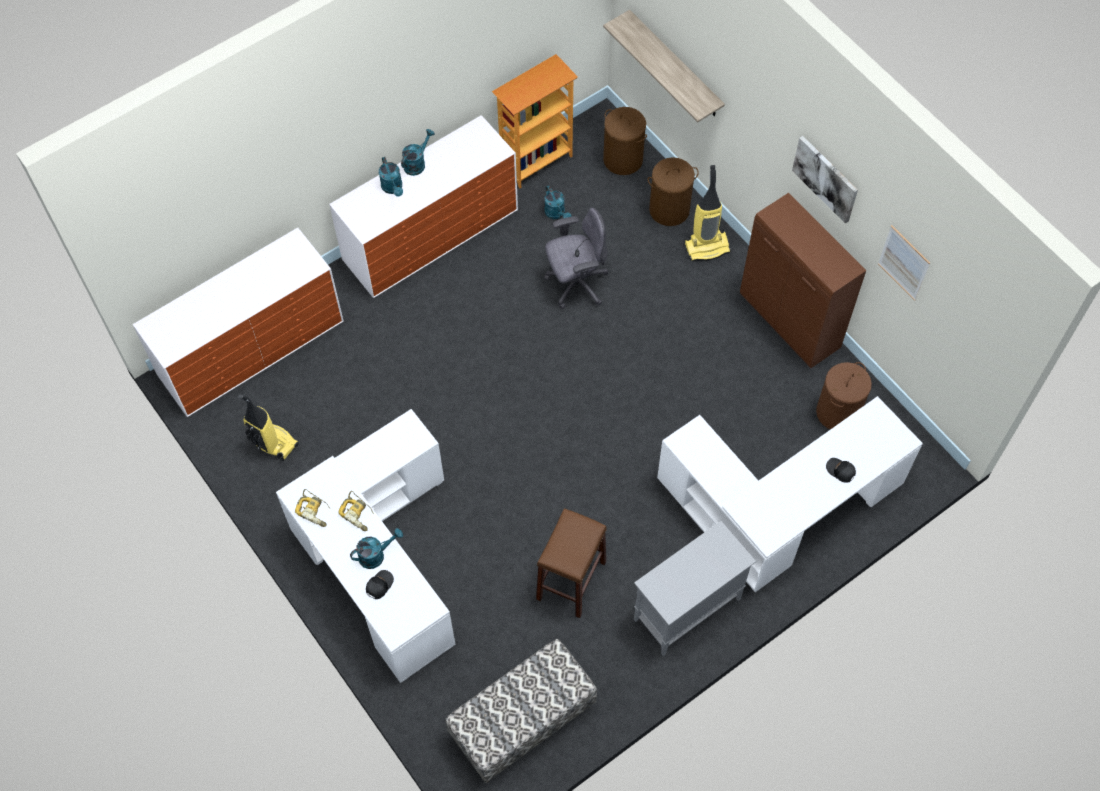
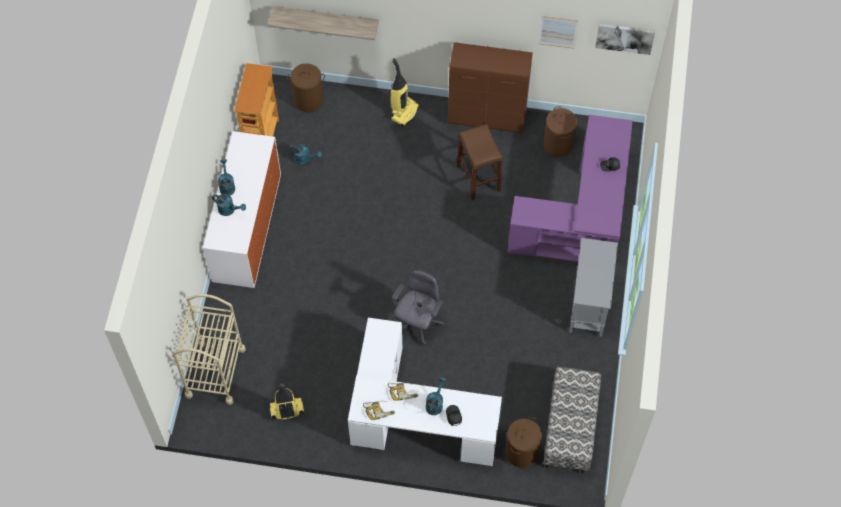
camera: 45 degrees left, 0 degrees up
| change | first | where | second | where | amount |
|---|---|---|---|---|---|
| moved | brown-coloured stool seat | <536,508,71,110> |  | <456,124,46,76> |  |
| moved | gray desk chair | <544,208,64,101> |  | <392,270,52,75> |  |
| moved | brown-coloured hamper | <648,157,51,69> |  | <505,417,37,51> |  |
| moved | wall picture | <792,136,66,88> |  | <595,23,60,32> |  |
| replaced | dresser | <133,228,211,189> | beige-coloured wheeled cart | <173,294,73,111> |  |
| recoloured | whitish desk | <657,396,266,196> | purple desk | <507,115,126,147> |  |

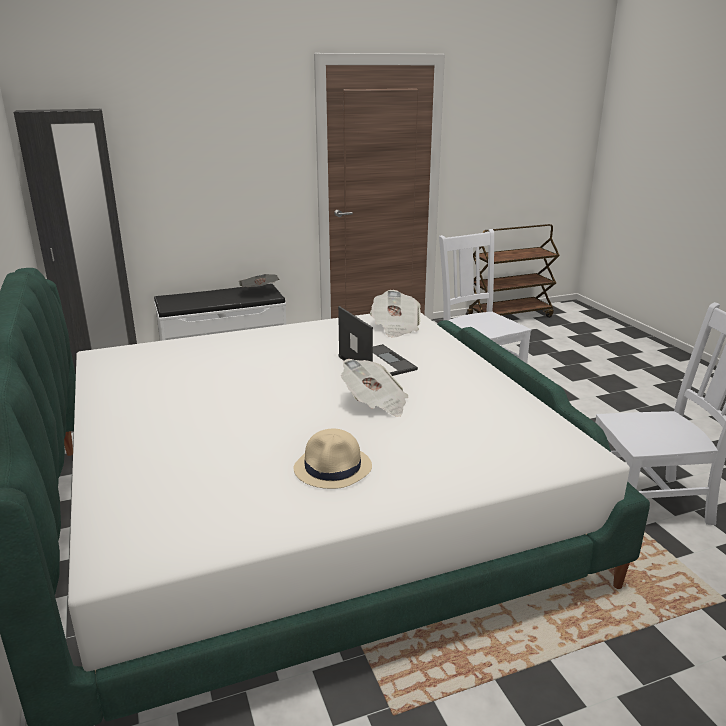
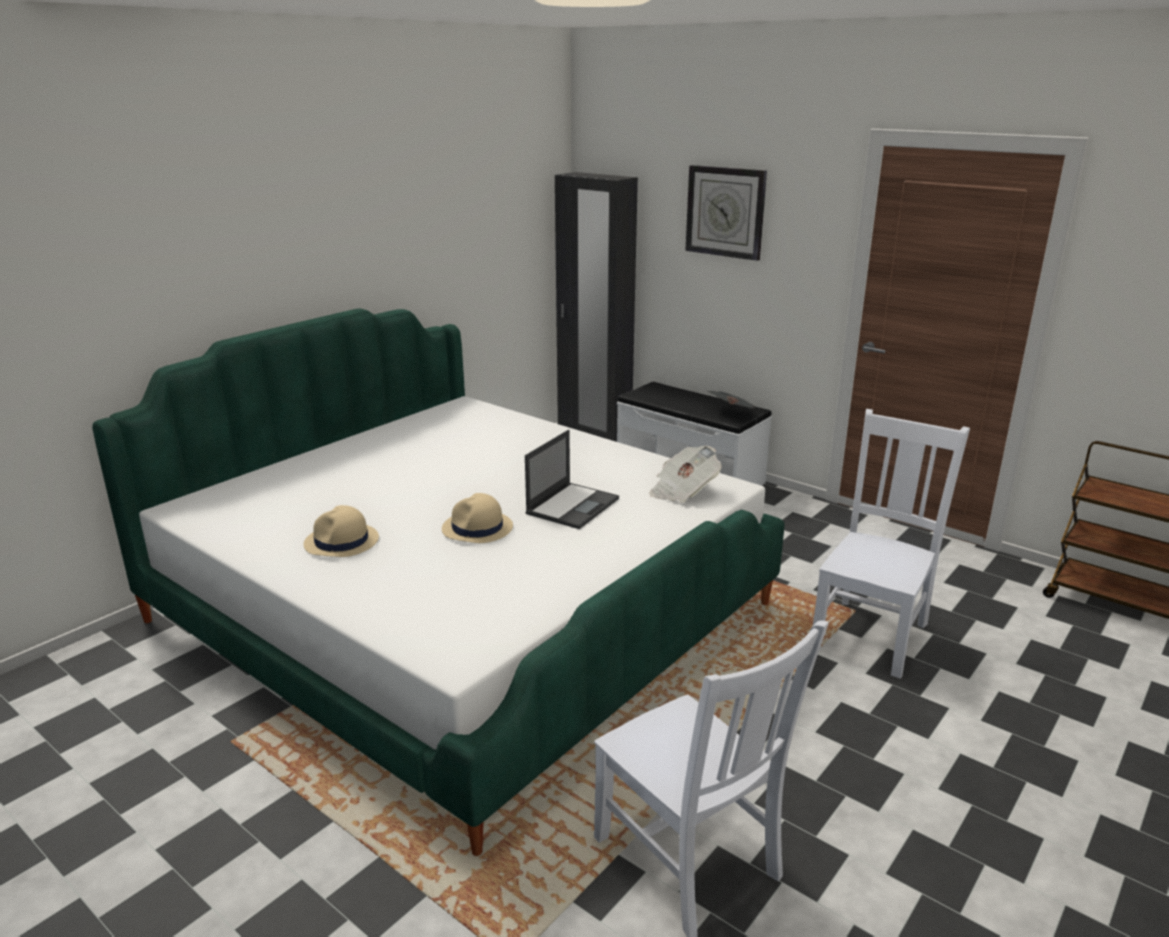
camera: 60 degrees right, 0 degrees up
| change | first | where | second | where | amount |
|---|---|---|---|---|---|
| added |  |  | wall clock | <685,165,82,96> |  |
| replaced | daily paper | <341,359,67,58> | beige-coloured wearable hat | <442,493,71,50> |  |

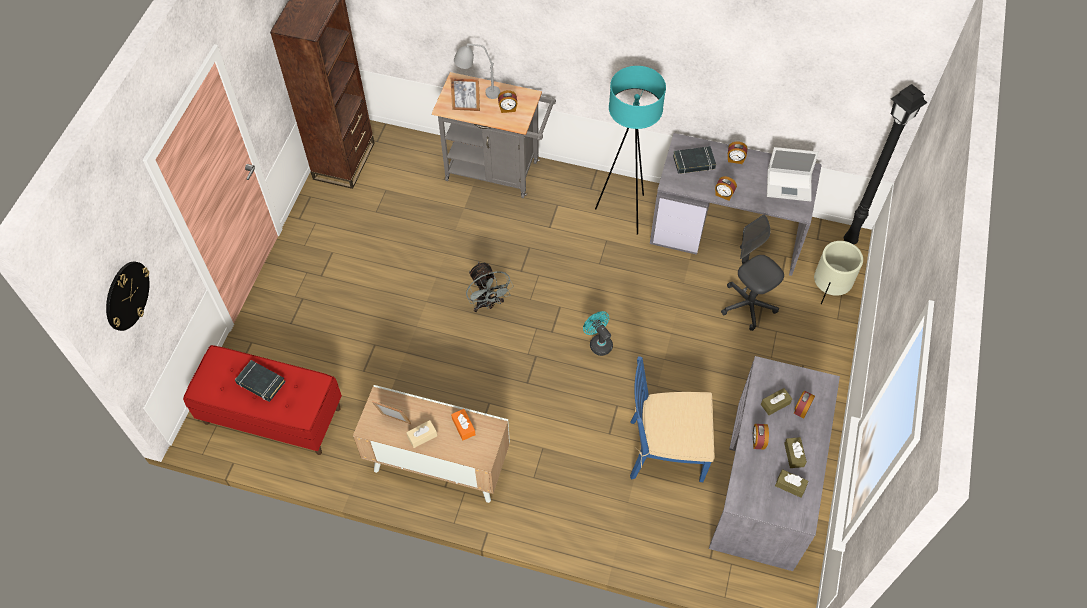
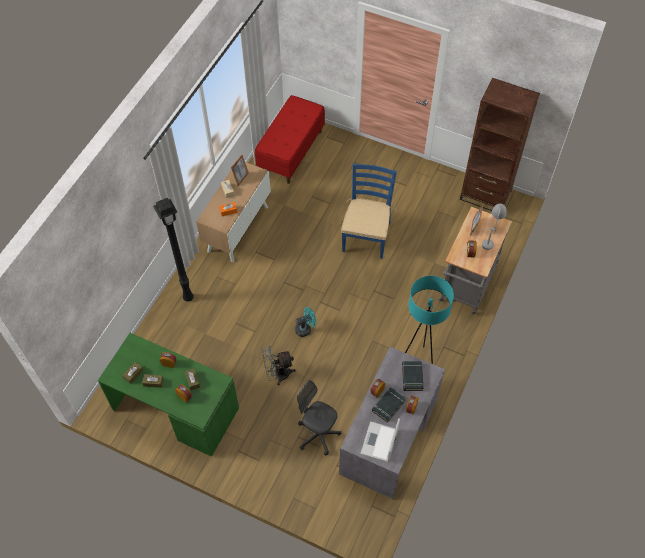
camera: 100 degrees right, 0 degrees up
| change | first | where | second | where | amount |
|---|---|---|---|---|---|
| removed | wall clock | <106,262,43,69> |  |  |  |
| removed | beige-coloured flower pot | <814,241,49,63> |  |  |  |
| moved | black-coloured volume | <235,360,51,42> |  | <372,387,34,36> |  |
| moved | gray electric fan | <466,262,47,50> |  | <262,345,34,41> |  |
| moved | blue-coloured chair | <630,356,84,126> |  | <341,163,56,96> |  |
| moved | black-coloured standard lamp | <844,84,84,160> |  | <153,198,41,104> |  |
| recoloured | gray desk | <709,356,131,215> | green desk | <98,333,141,124> |  |
| turned | gray desk chair | <721,215,63,116> |  | <297,380,44,75> | 120 degrees counterclockwise |

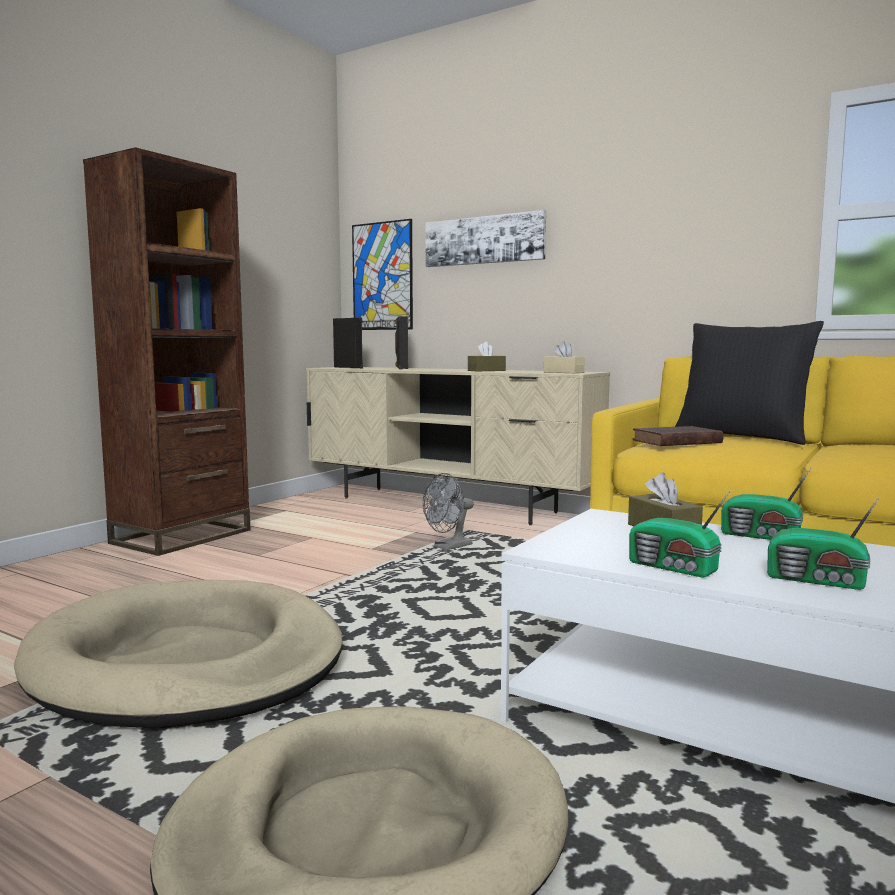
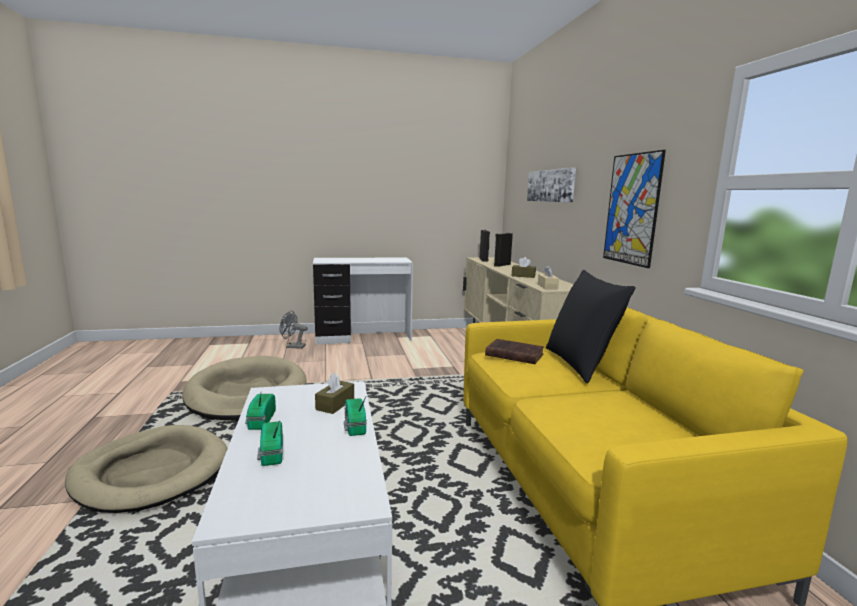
camera: 45 degrees right, 5 degrees up
| change | first | where | second | where | amount |
|---|---|---|---|---|---|
| moved | wall picture | <352,219,61,111> |  | <603,150,63,118> |  |
| moved | gray electric fan | <422,473,52,77> |  | <280,310,28,39> |  |
| replaced | brown-coloured bookcase | <83,147,167,409> | whitish desk | <313,258,100,87> |  |

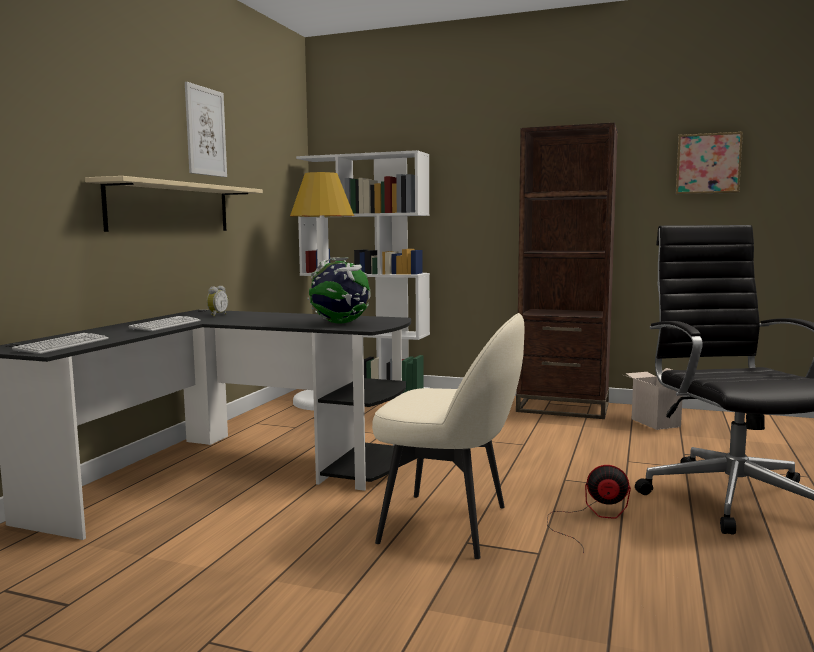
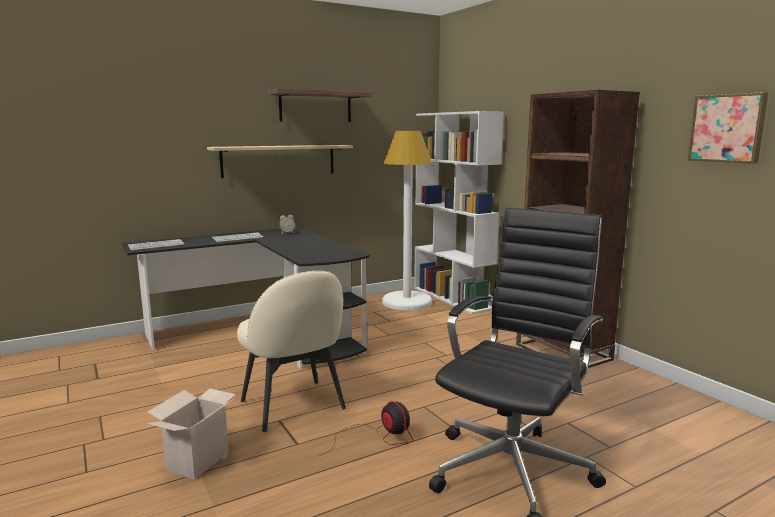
camera: 40 degrees right, 5 degrees up
| change | first | where | second | where | amount |
|---|---|---|---|---|---|
| removed | globe | <308,257,63,67> |  |  |  |
| moved | packing box | <624,368,59,62> |  | <147,389,89,90> |  |
| replaced | wall picture | <185,82,42,95> | wall shelf | <267,88,105,34> |  |

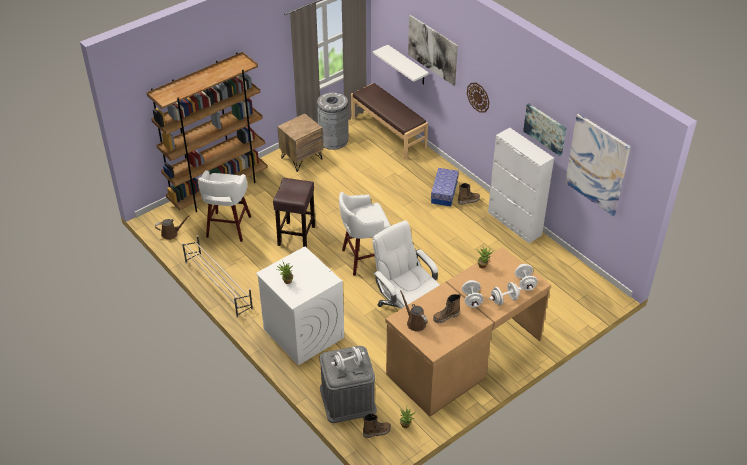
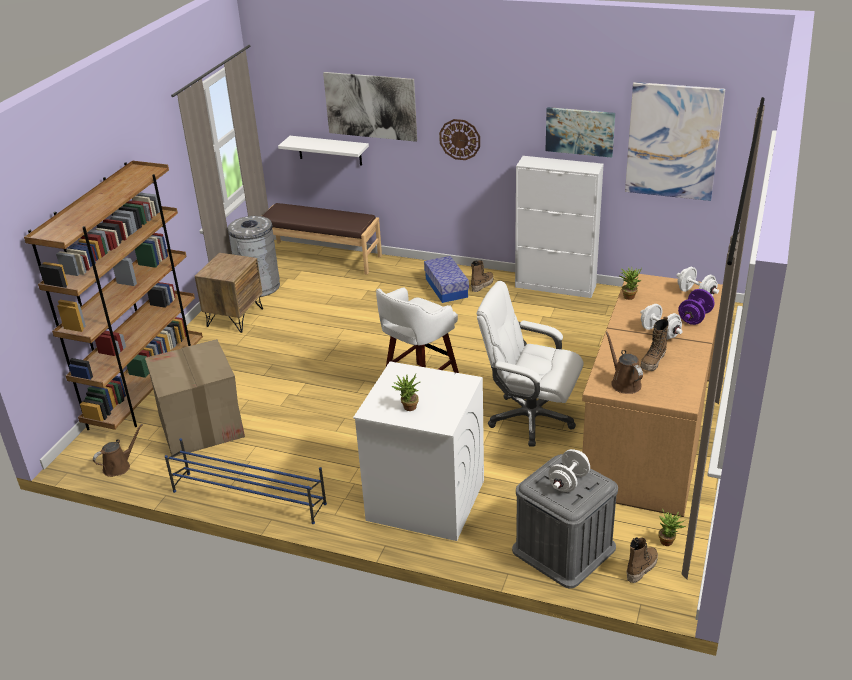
camera: 30 degrees left, 10 degrees down
| change | first | where | second | where | amount |
|---|---|---|---|---|---|
| removed | brown-coloured stool seat | <273,178,42,70> |  |  |  |
| replaced | whitish stool seat | <198,170,53,72> | packing box | <145,339,100,118> |  |
| recoloured | beige-coloured shoe shelf | <182,235,71,83> | blue-coloured shoe shelf | <165,438,162,86> |  |
| recoloured | whitish hand weight | <489,282,32,23> | purple hand weight | <678,289,37,36> |  |
| turned | brown-coloured watering can | <400,290,28,42> |  | <606,331,37,63> | 45 degrees clockwise |

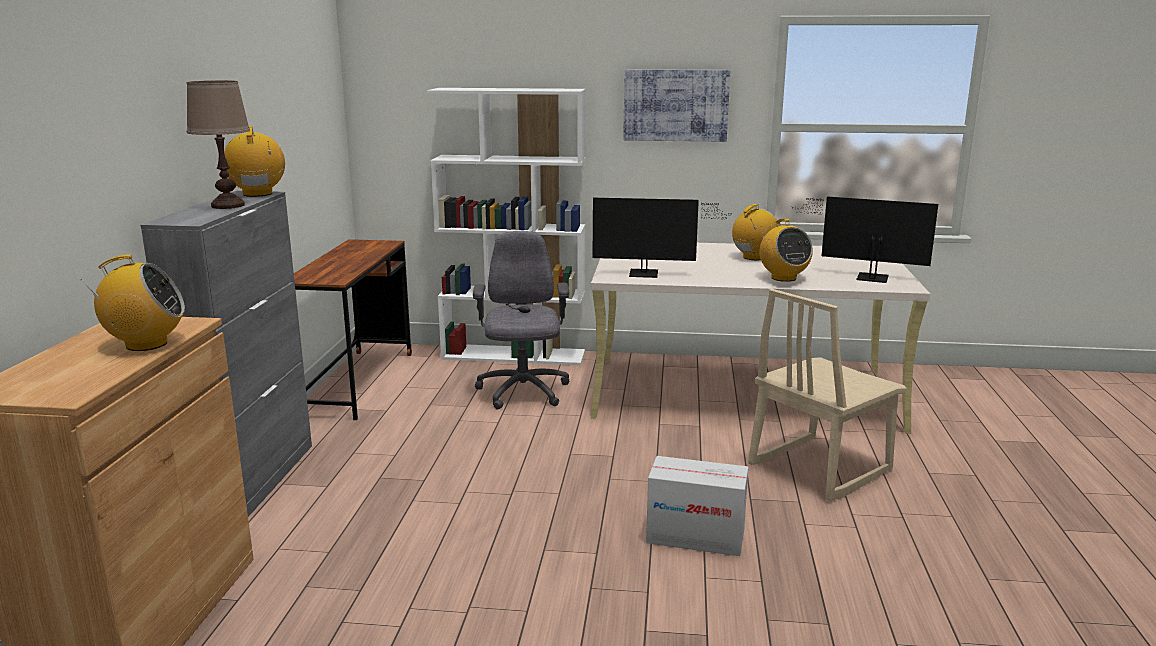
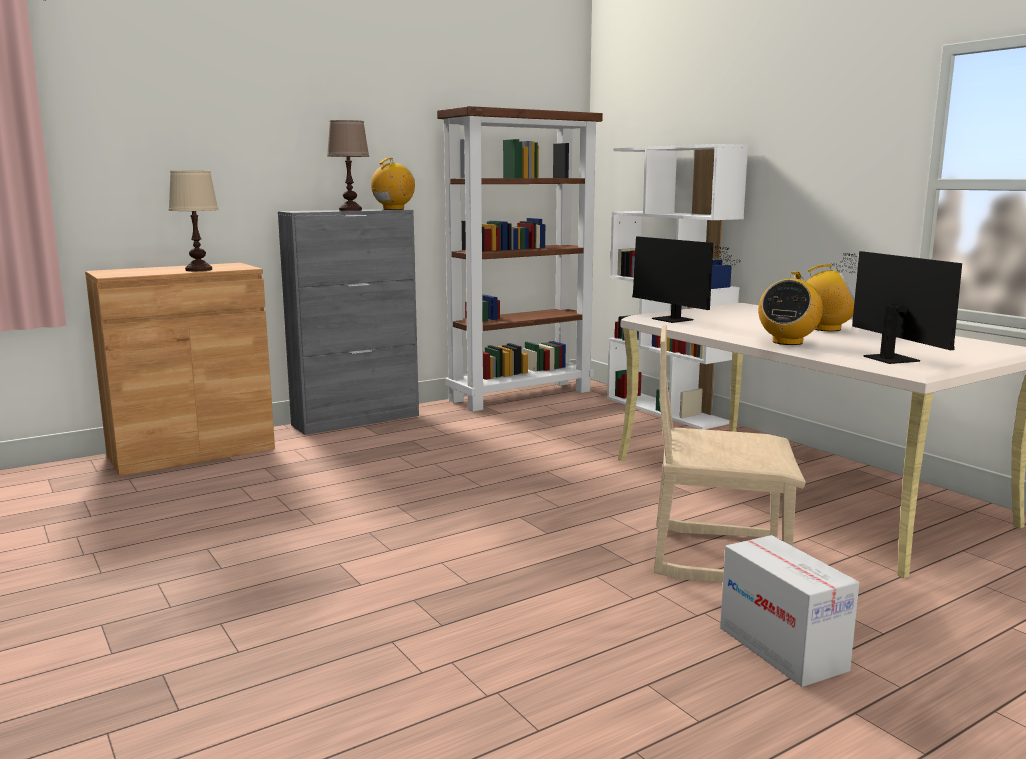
camera: 50 degrees right, 5 degrees down
| change | first | where | second | where | amount |
|---|---|---|---|---|---|
| removed | gray desk chair | <473,231,96,179> |  |  |  |
| removed | wall picture | <623,69,107,73> |  |  |  |
| moved | packing box | <646,456,103,100> |  | <720,535,139,152> |  |
| replaced | radio | <81,255,104,96> | beige-coloured table lamp | <169,171,50,100> |  |
| replaced | brown-coloured desk | <294,239,118,181> | brown-coloured bookcase | <437,106,166,305> |  |

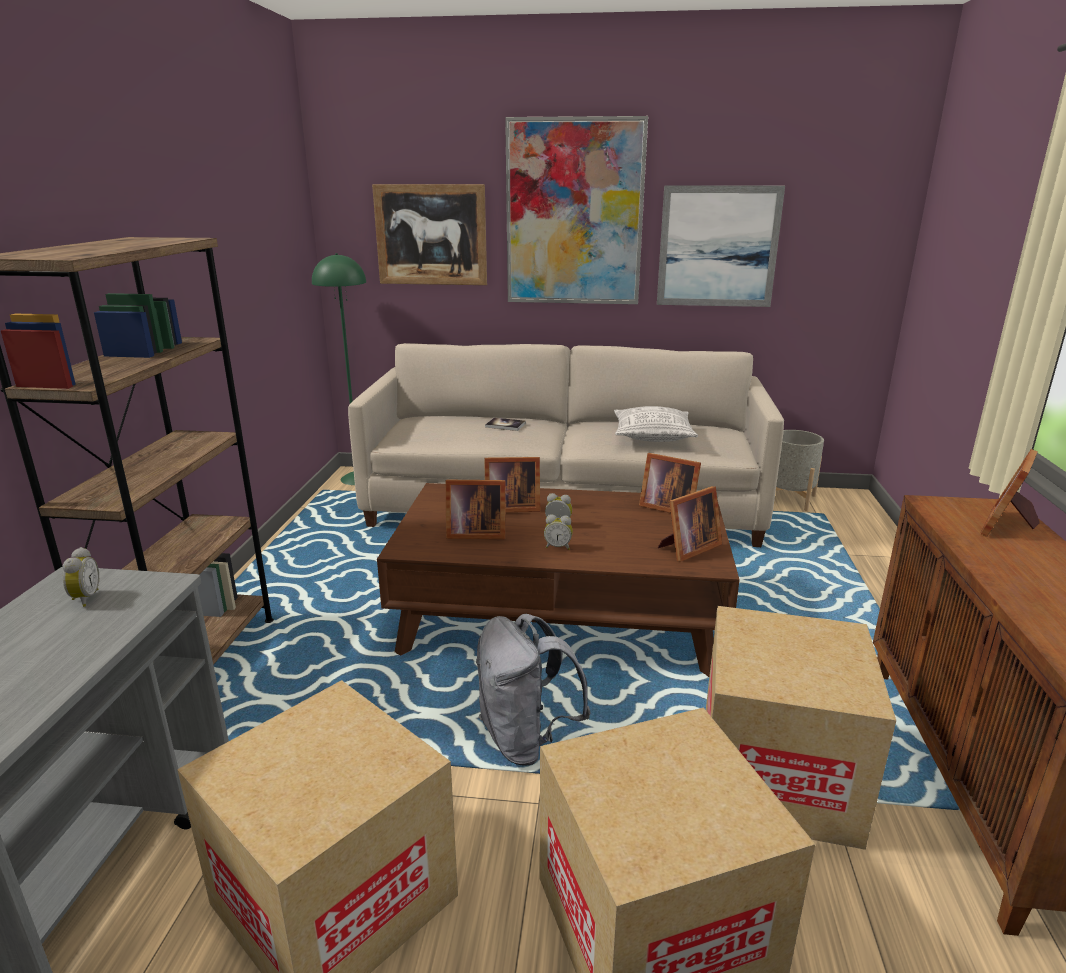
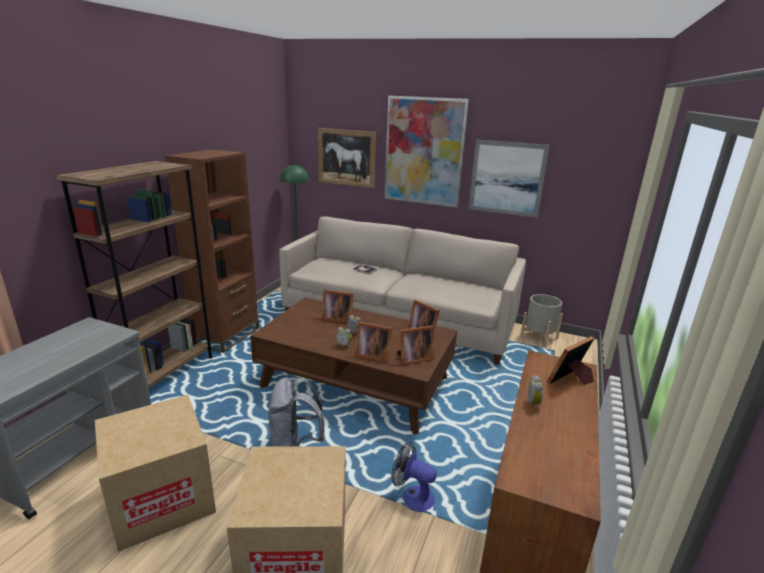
camera: 15 degrees right, 0 degrees up
| change | first | where | second | where | amount |
|---|---|---|---|---|---|
| removed | throw pillow | <614,406,84,36> |  |  |  |
| added |  |  | brown-coloured bookcase | <165,149,94,204> |  |
| moved | alarm clock | <63,547,36,60> |  | <525,375,18,35> |  |
| moved | picture frame | <446,480,59,59> |  | <355,322,37,41> |  |
| replaced | packing box | <706,606,190,244> | electric fan | <391,442,46,70> |  |

